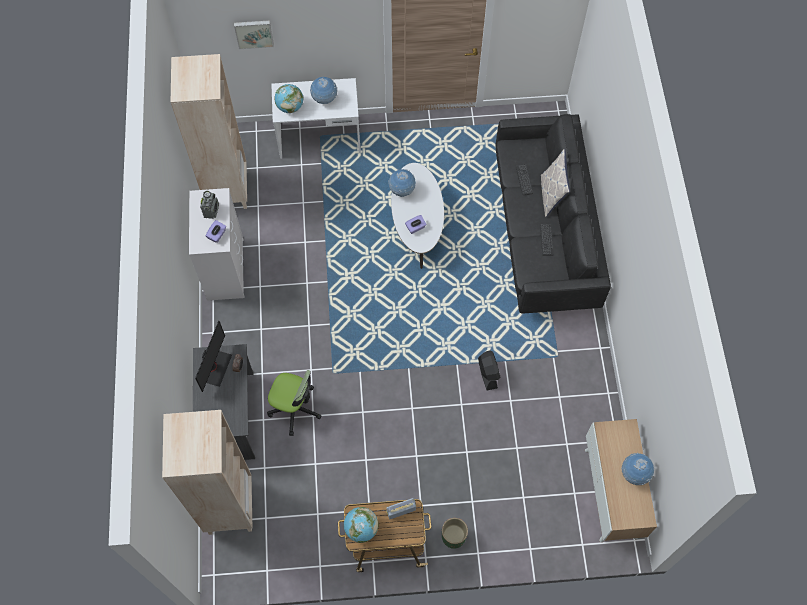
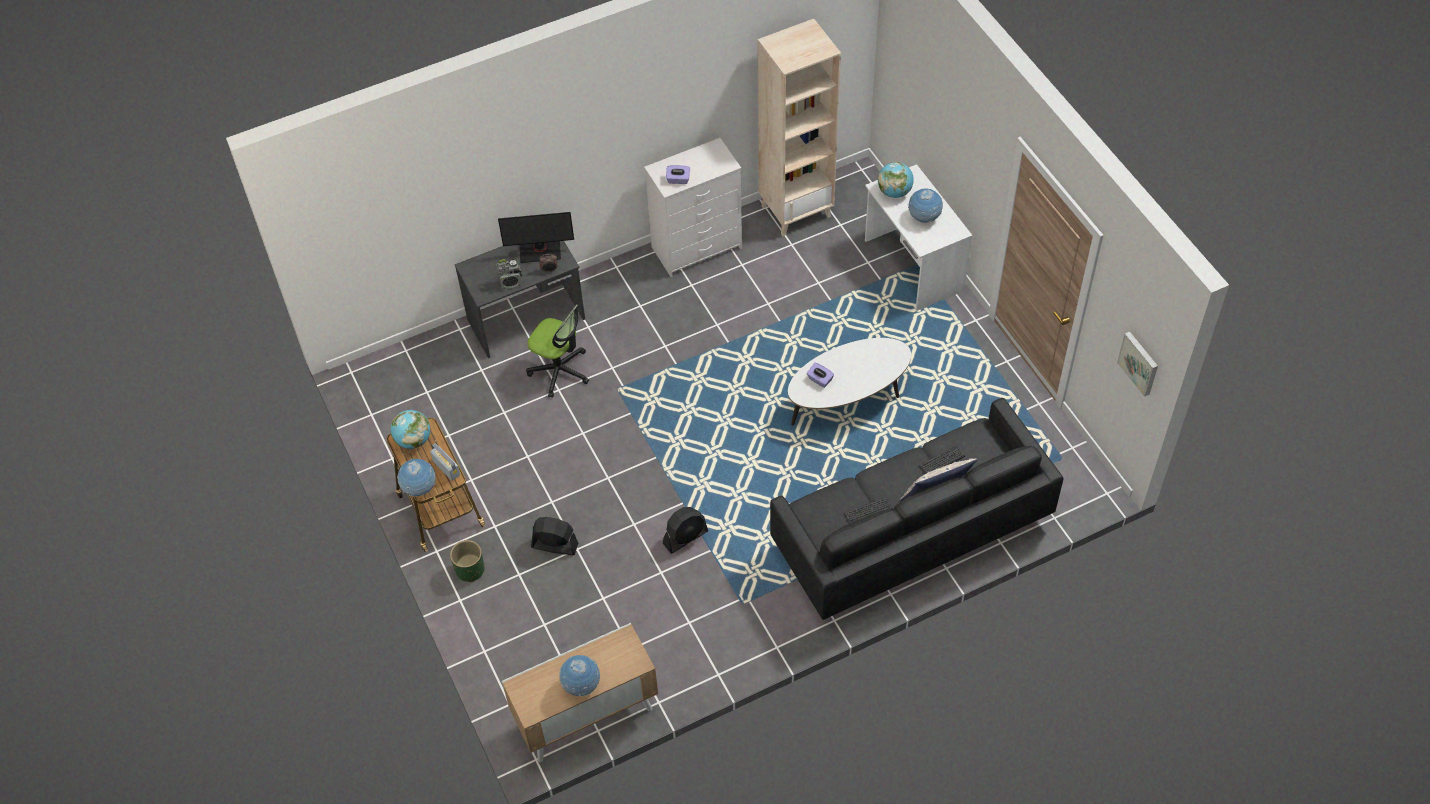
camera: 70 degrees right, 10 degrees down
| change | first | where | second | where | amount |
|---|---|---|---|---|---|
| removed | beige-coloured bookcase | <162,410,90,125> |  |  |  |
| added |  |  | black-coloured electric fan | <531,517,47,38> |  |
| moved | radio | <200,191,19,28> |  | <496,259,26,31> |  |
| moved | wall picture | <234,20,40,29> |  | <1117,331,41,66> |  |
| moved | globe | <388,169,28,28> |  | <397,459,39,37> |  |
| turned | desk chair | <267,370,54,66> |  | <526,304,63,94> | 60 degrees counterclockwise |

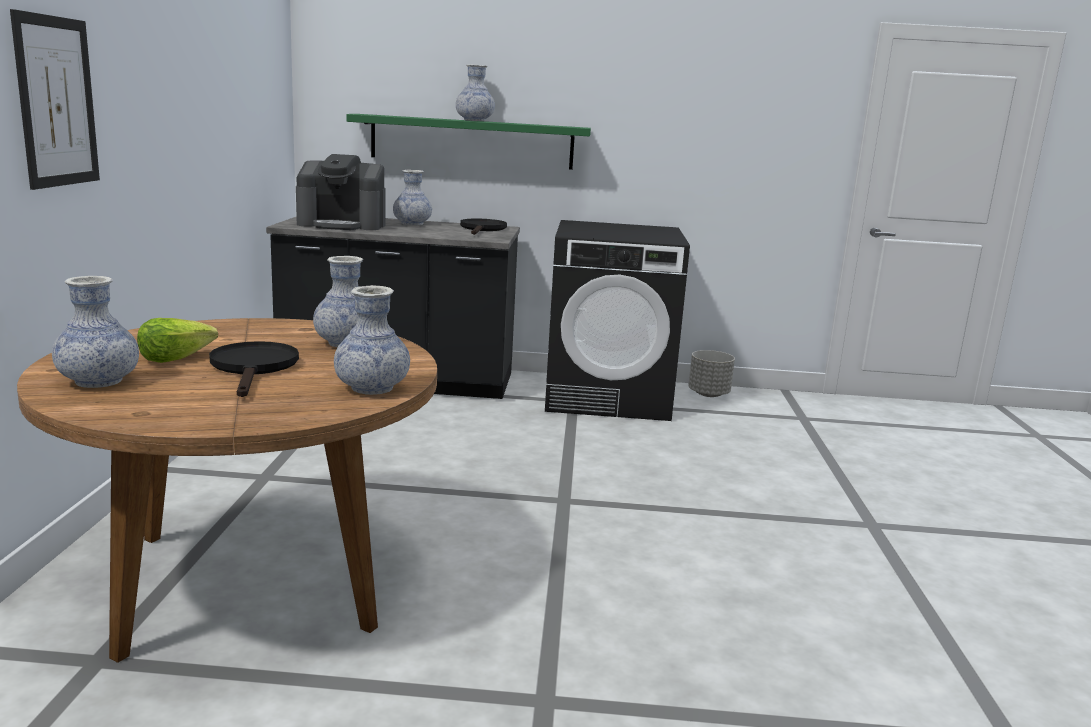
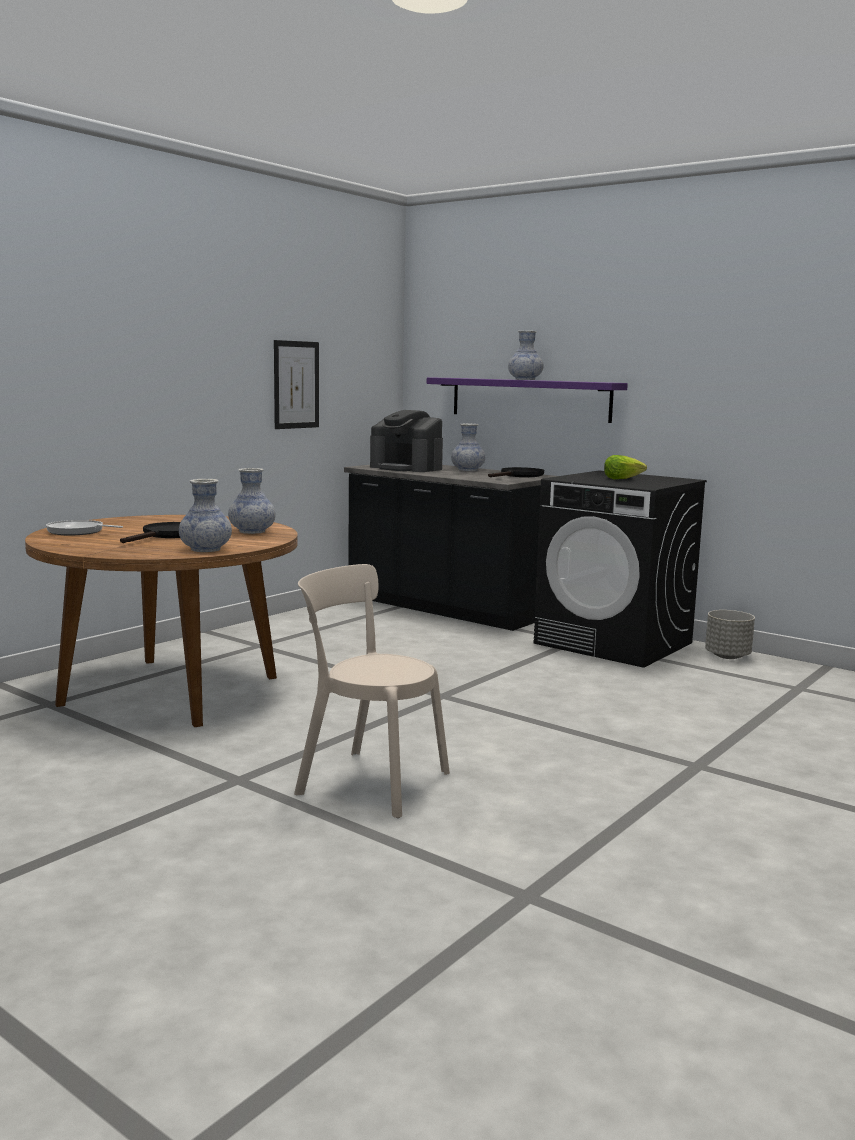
camera: 35 degrees right, 5 degrees down
| change | first | where | second | where | amount |
|---|---|---|---|---|---|
| added |  |  | beige-coloured chair | <294,564,156,254> |  |
| moved | wall picture | <10,9,90,181> |  | <274,340,45,89> |  |
| moved | head of lettuce | <137,318,81,45> |  | <604,455,43,24> |  |
| replaced | decorative vase | <52,276,87,112> | frying pan | <46,520,77,15> |  |
| recoloured | green wall shelf | <347,114,244,56> | purple wall shelf | <427,378,201,45> |  |

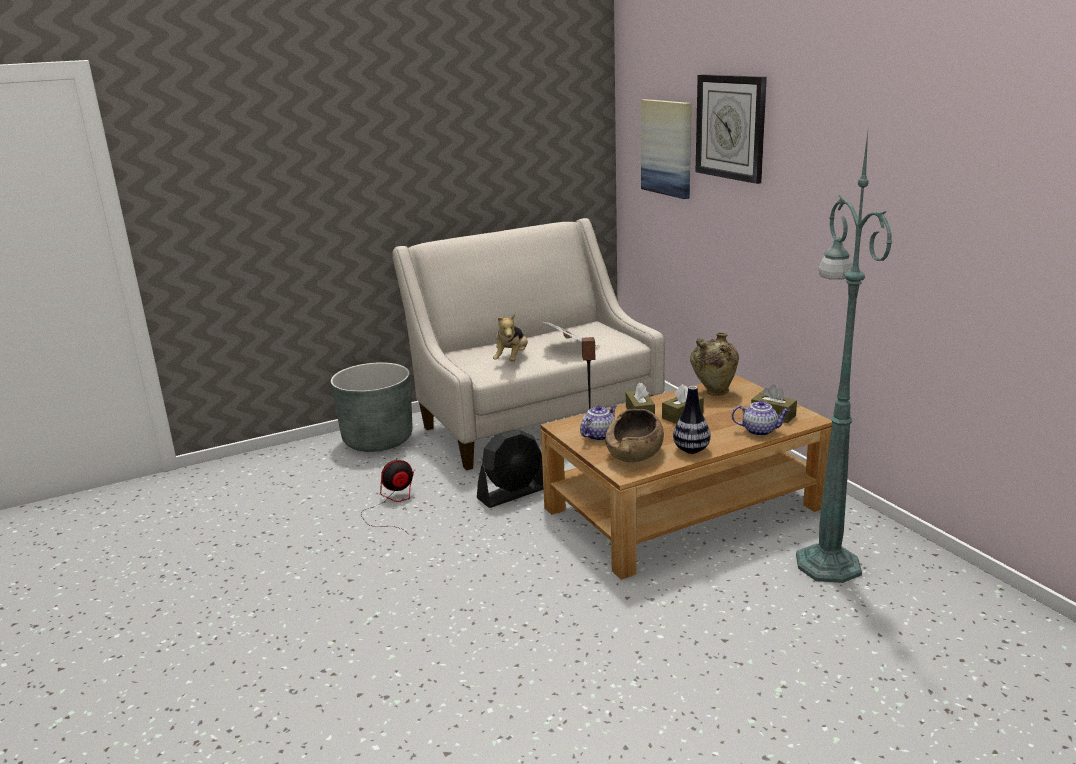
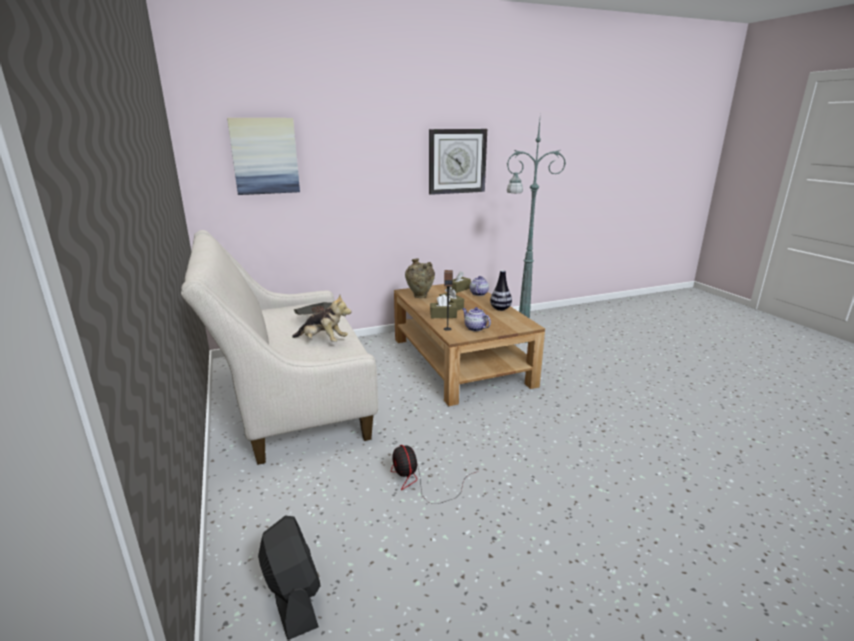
camera: 85 degrees left, 0 degrees up
| change | first | where | second | where | amount |
|---|---|---|---|---|---|
| removed | gray flower pot | <331,362,81,90> |  |  |  |
| removed | brown-coloured bowl | <605,409,59,54> |  |  |  |
| moved | black-coloured electric fan | <477,429,66,79> |  | <258,516,62,124> |  |
| moved | wall clock | <696,74,71,110> |  | <429,129,58,66> |  |

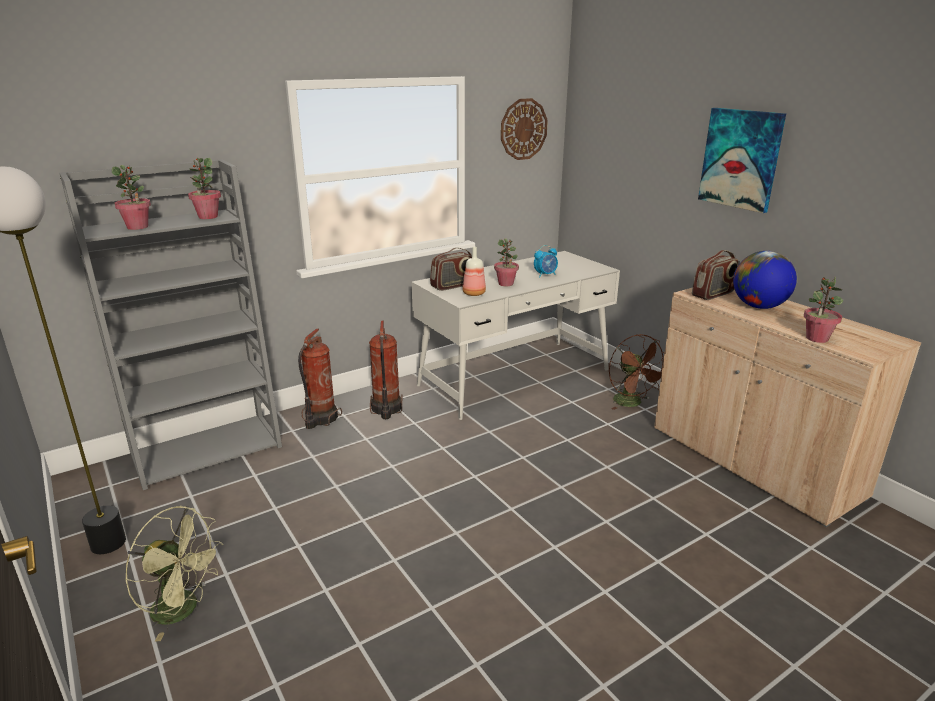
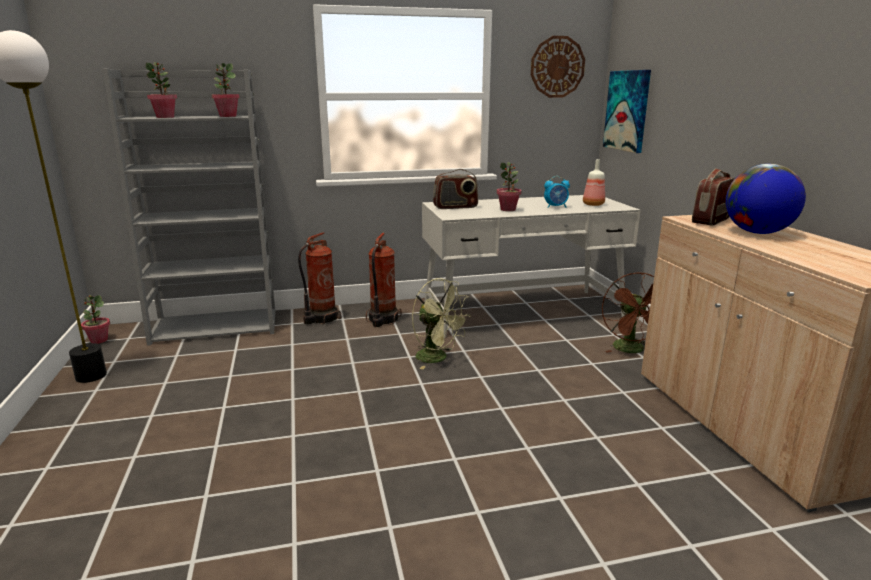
camera: 20 degrees right, 5 degrees down
| change | first | where | second | where | amount |
|---|---|---|---|---|---|
| moved | green electric fan | <125,506,98,135> |  | <412,278,59,91> |  |
| moved | beverage bottle | <462,247,24,49> |  | <583,159,22,47> |  |
| moved | wall picture | <698,108,88,105> |  | <603,70,48,83> |  |
| moved | potted plant | <804,277,39,66> |  | <81,295,29,49> |  |
| turned | radio | <692,250,47,50> |  | <692,168,43,58> | 150 degrees clockwise |

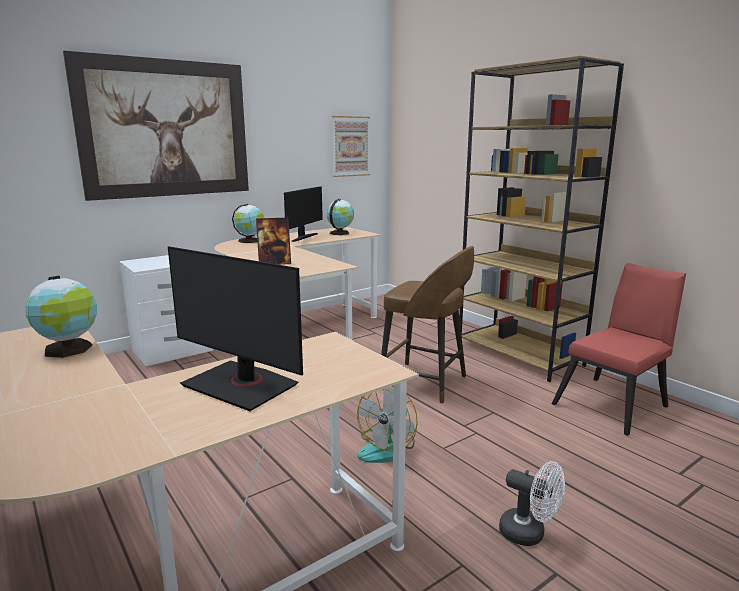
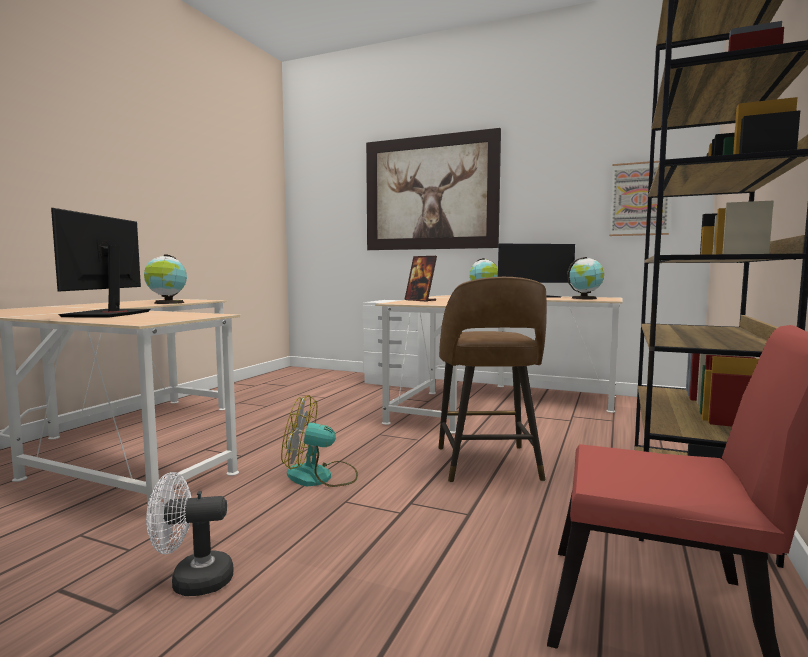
camera: 60 degrees right, 10 degrees down
| change | first | where | second | where | amount |
|---|---|---|---|---|---|
| turned | whitish electric fan | <499,461,66,85> |  | <146,472,88,124> | 75 degrees clockwise |

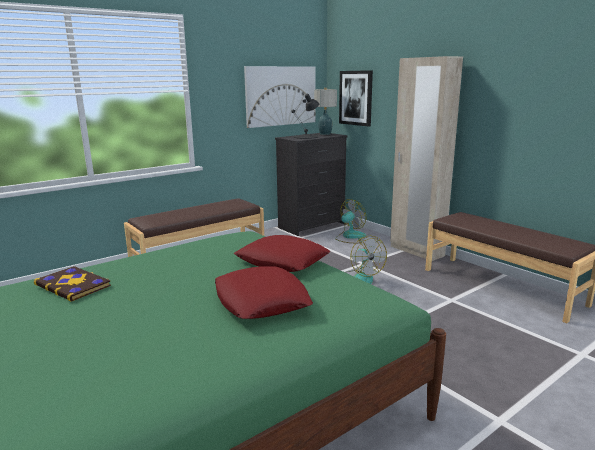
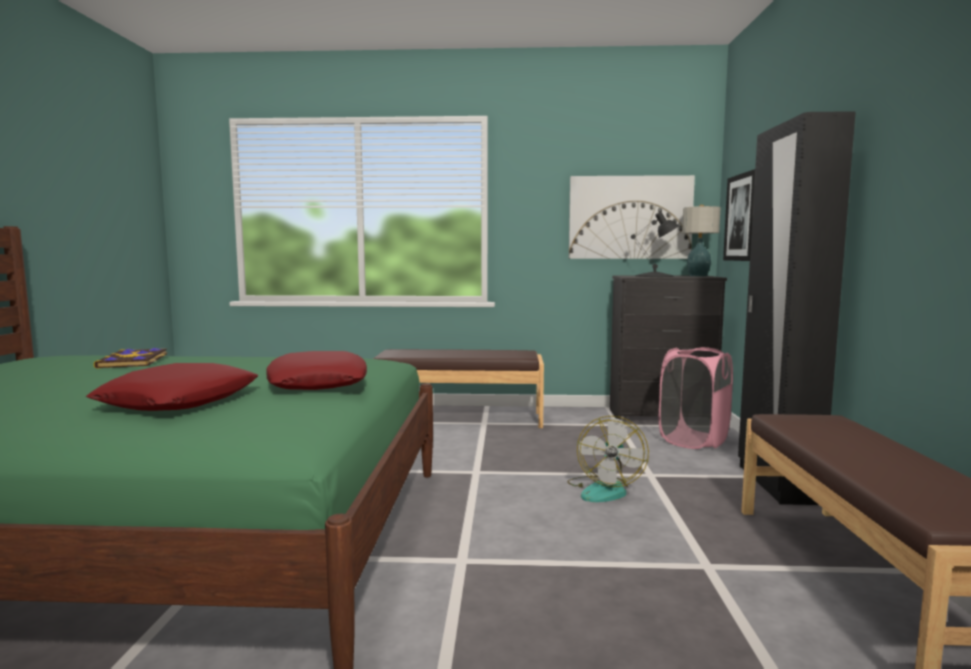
camera: 40 degrees right, 10 degrees down
| change | first | where | second | where | amount |
|---|---|---|---|---|---|
| replaced | electric fan | <335,199,32,44> | pink hamper | <659,347,74,102> |  |
| recoloured | beige-coloured armoire | <390,56,73,205> | black-coloured armoire | <738,111,118,394> |  |

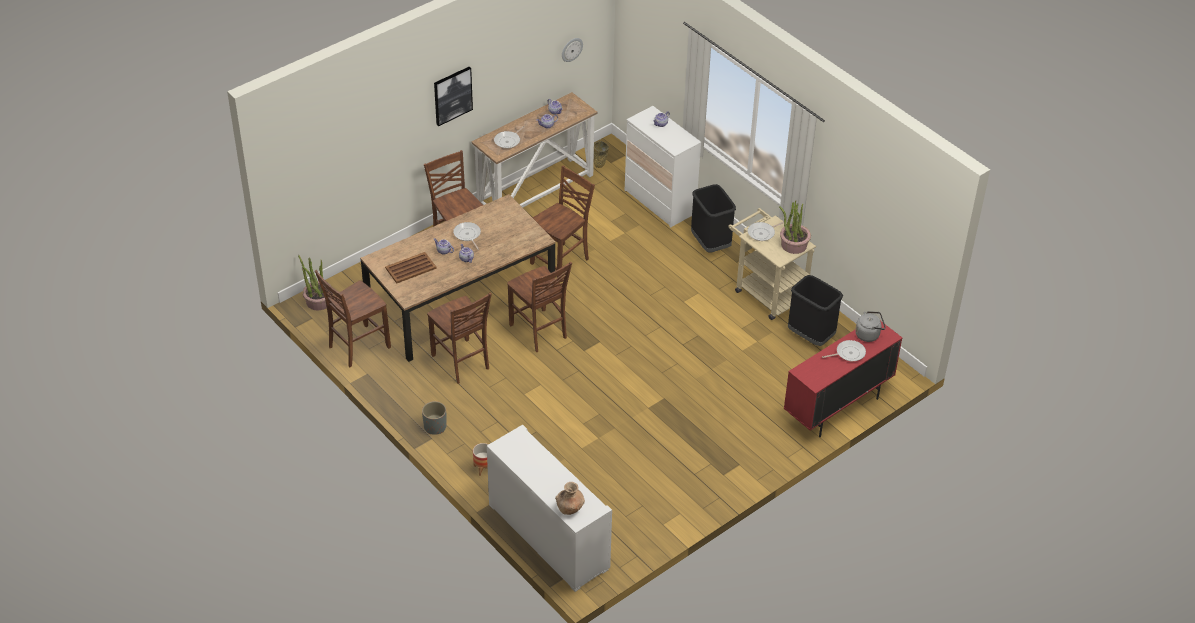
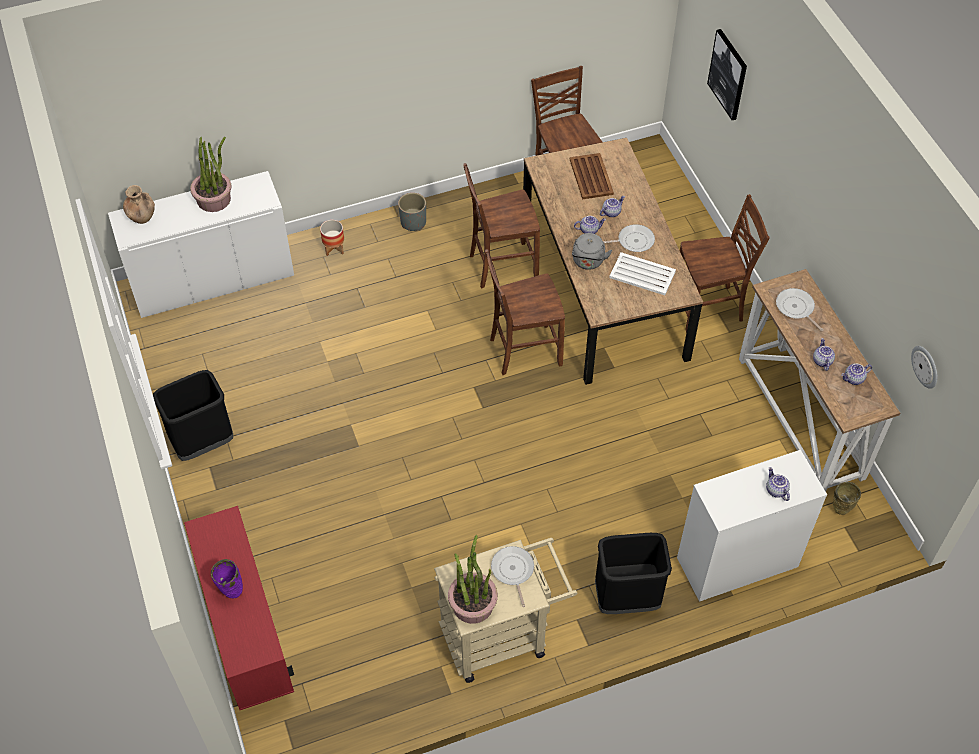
camera: 110 degrees right, 10 degrees up
| change | first | where | second | where | amount |
|---|---|---|---|---|---|
| removed | brown-coloured chair | <530,166,65,115> |  |  |  |
| added |  |  | whitish tray | <609,252,67,43> |  |
| moved | potted plant | <298,255,34,55> |  | <190,137,41,75> |  |
| moved | wall picture | <434,67,39,59> |  | <707,29,40,91> |  |
| moved | black-coloured waste bin | <788,275,55,71> |  | <153,370,80,91> |  |
| moved | gray kettle | <855,311,31,31> |  | <572,233,40,37> |  |
| replaced | frying pan | <822,340,44,21> | purple decorative vase | <211,559,32,39> |  |

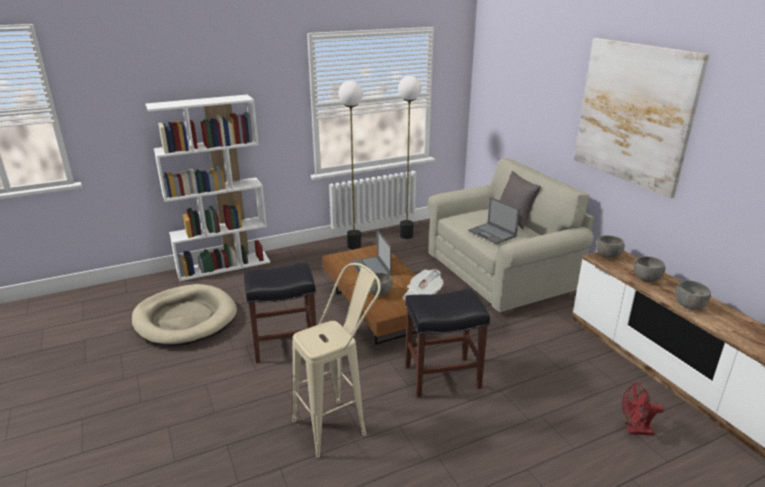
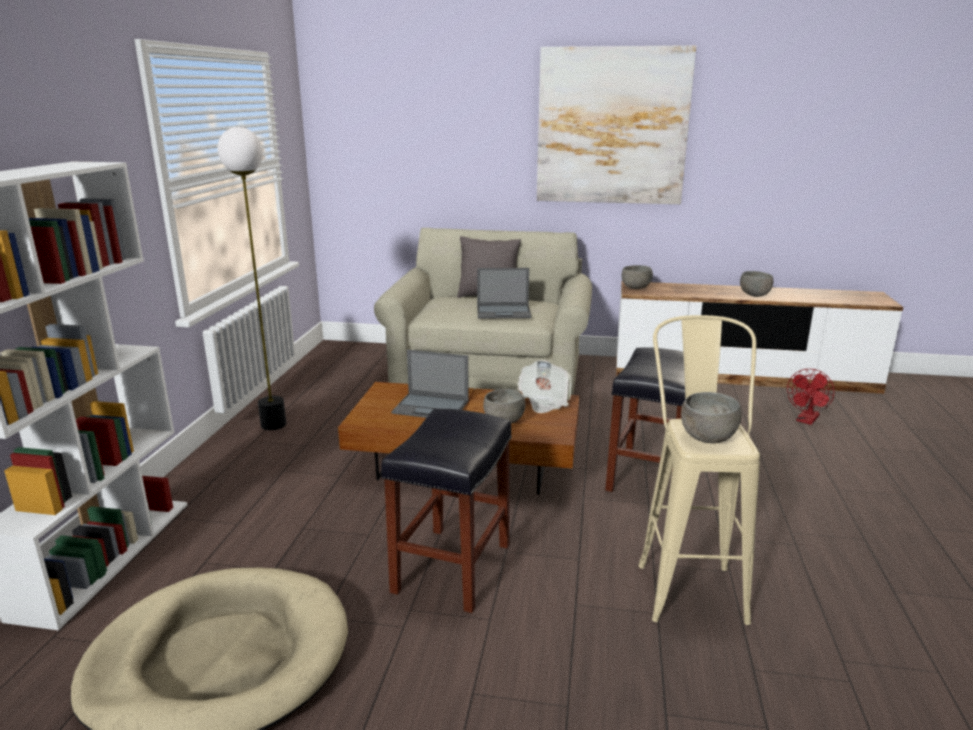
camera: 55 degrees left, 5 degrees down
| change | first | where | second | where | amount |
|---|---|---|---|---|---|
| removed | standard lamp | <398,76,23,163> |  |  |  |
| moved | gray bowl | <633,256,32,26> |  | <681,392,61,51> |  |

